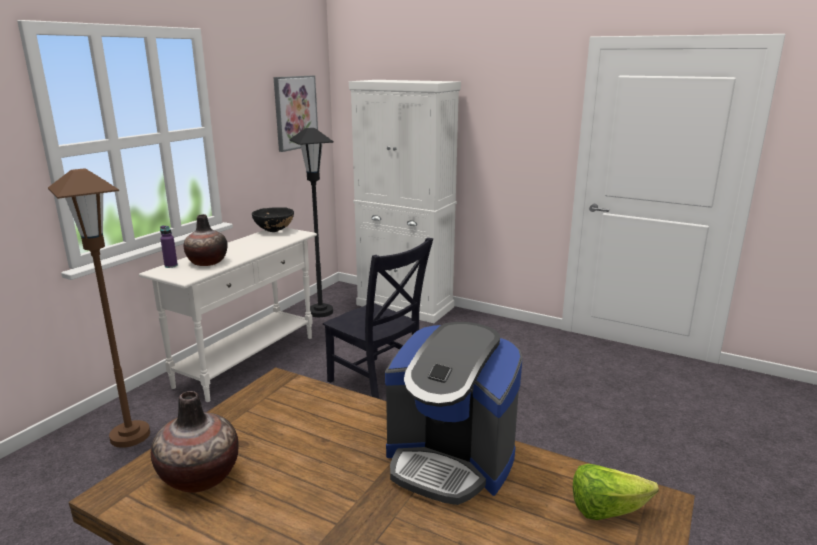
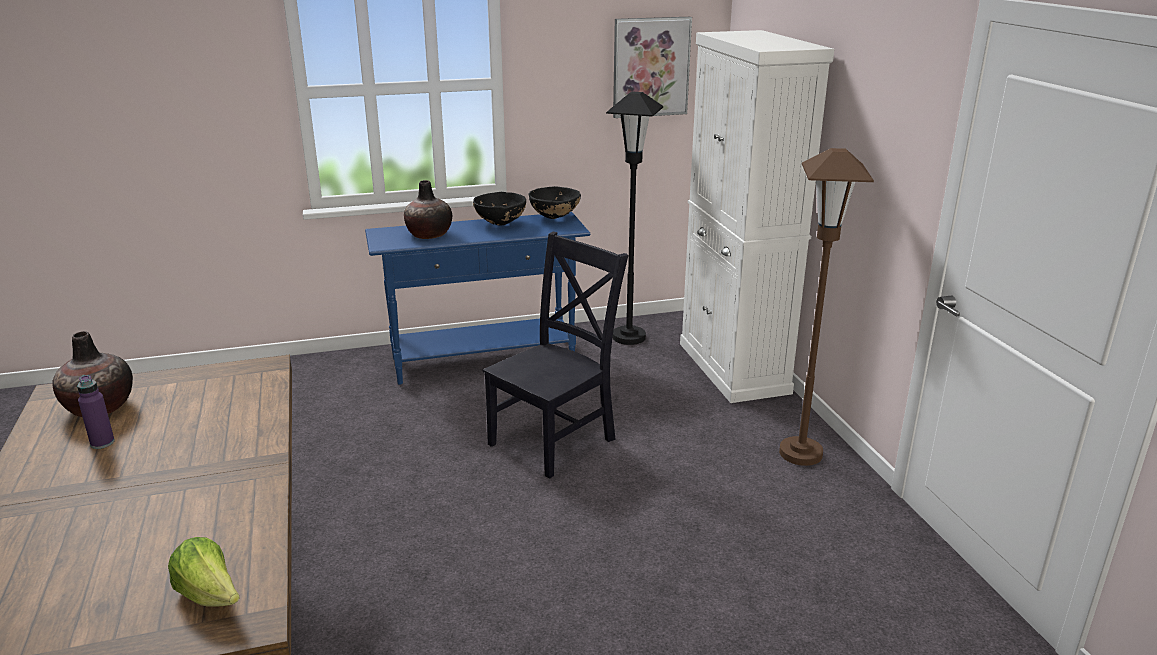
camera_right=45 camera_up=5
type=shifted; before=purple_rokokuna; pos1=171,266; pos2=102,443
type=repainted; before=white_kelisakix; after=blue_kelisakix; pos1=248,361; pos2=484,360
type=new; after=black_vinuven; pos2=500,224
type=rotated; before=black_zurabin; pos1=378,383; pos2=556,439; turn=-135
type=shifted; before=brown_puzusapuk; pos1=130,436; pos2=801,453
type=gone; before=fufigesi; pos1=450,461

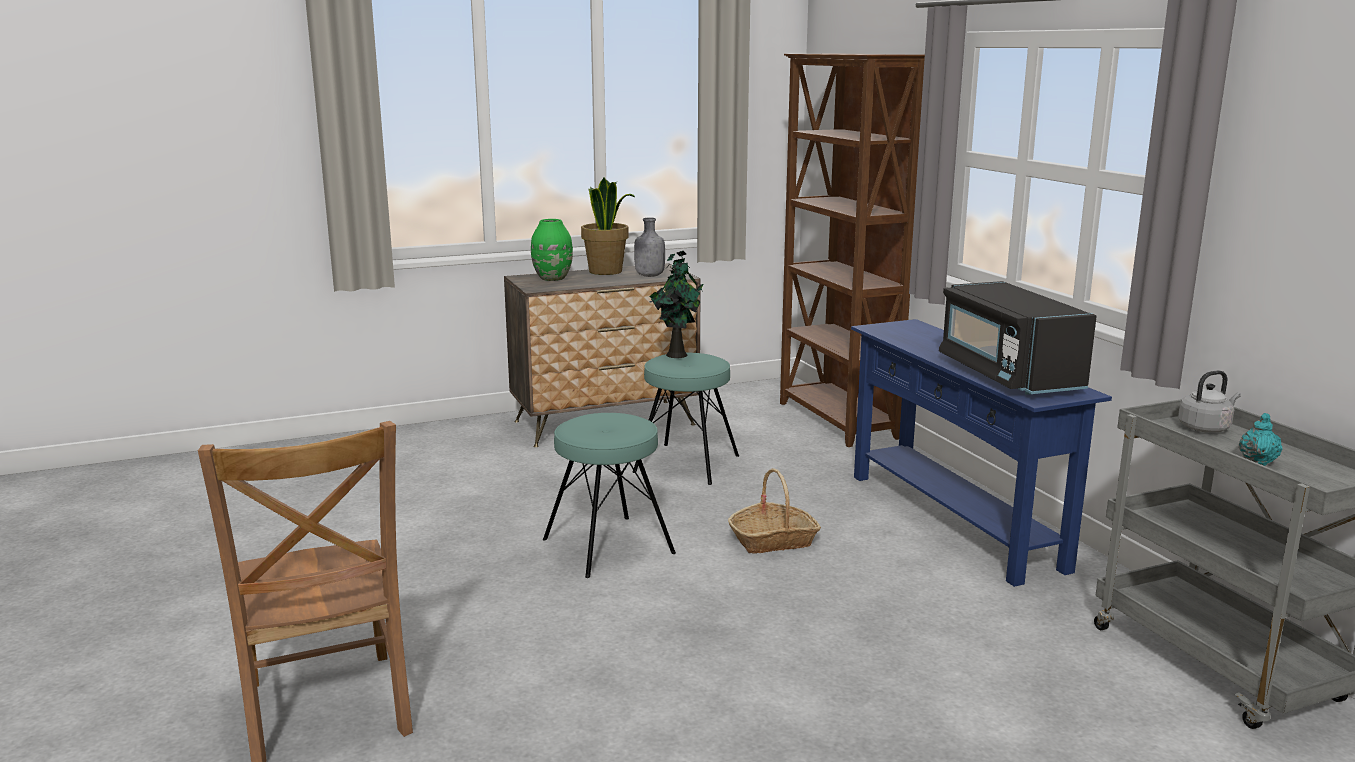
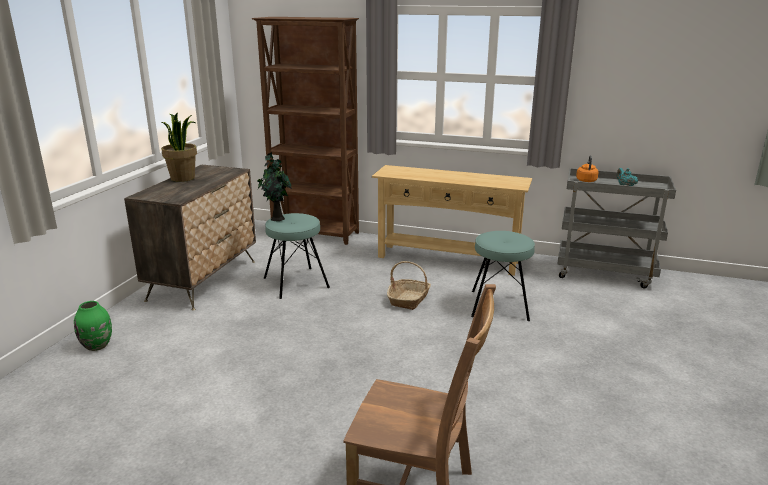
camera_right=-50 camera_up=5
type=shifted; before=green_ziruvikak; pos1=553,278; pos2=97,346
type=repainted; before=blue_kelisakix; after=beige_kelisakix; pos1=954,520; pos2=448,259
type=shifted; before=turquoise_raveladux; pos1=608,546; pos2=499,305
type=repainted; before=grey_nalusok; after=orange_nalusok; pos1=1206,428; pos2=586,180
type=gone; before=grey_rokokuna; pos1=649,276
type=gone; before=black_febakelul; pos1=1007,374

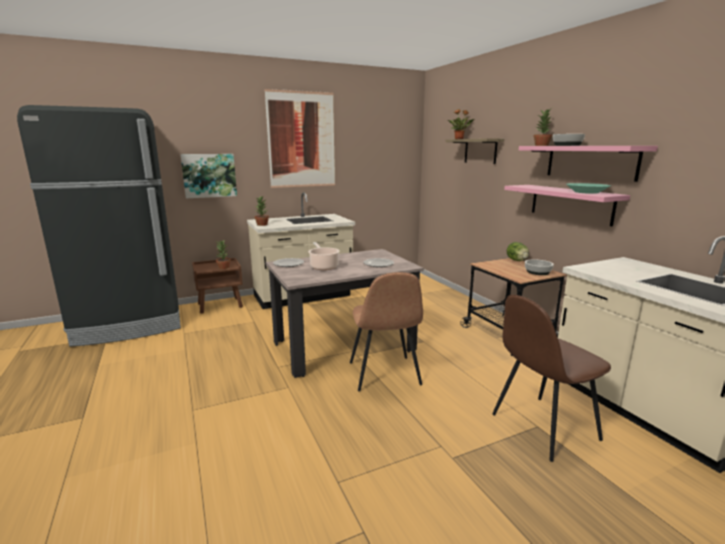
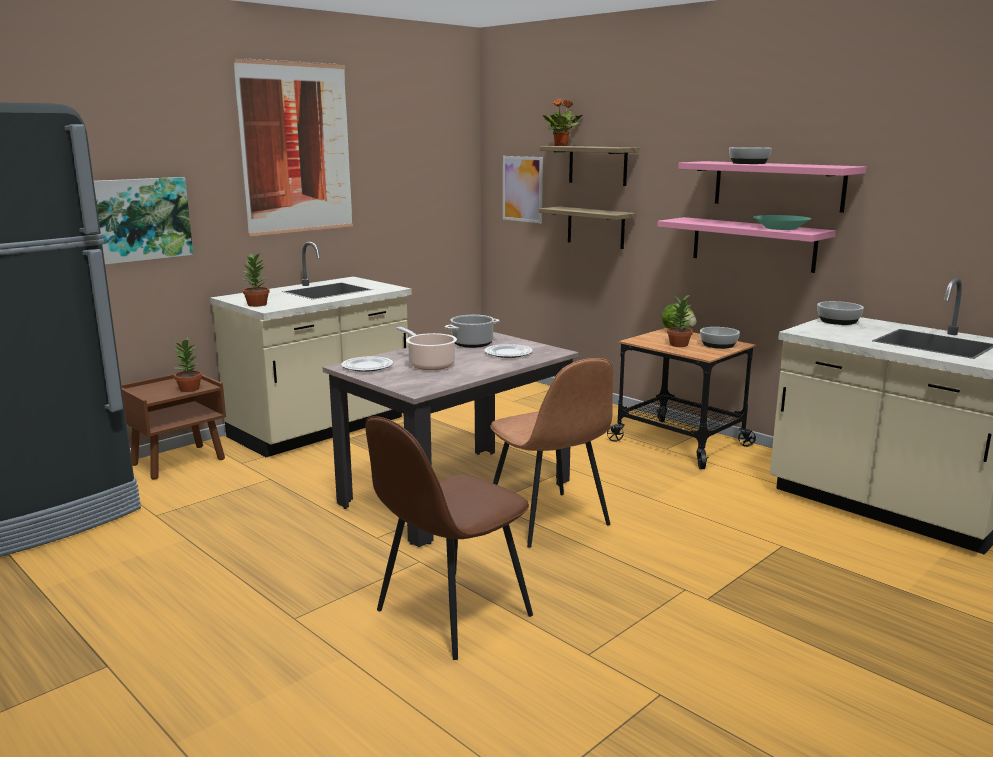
camera_right=-20 camera_up=0
type=shifted; before=brown_zurabin; pos1=542,427; pos2=450,614
type=new; after=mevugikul; pos2=472,343
type=new; after=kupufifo; pos2=522,189
type=new; after=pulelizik; pos2=595,227
type=shifted; before=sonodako; pos1=541,145; pos2=679,345
type=new; after=vinuven; pos2=837,321

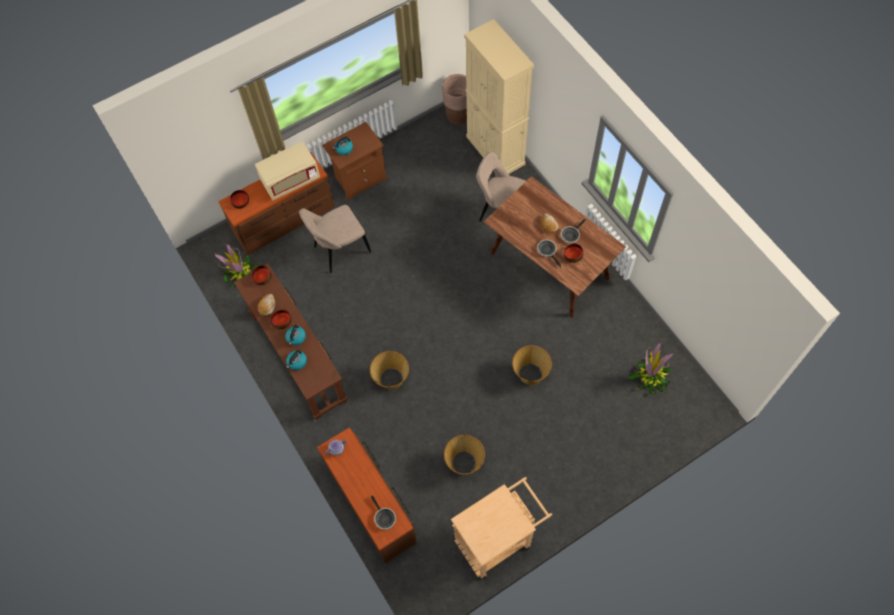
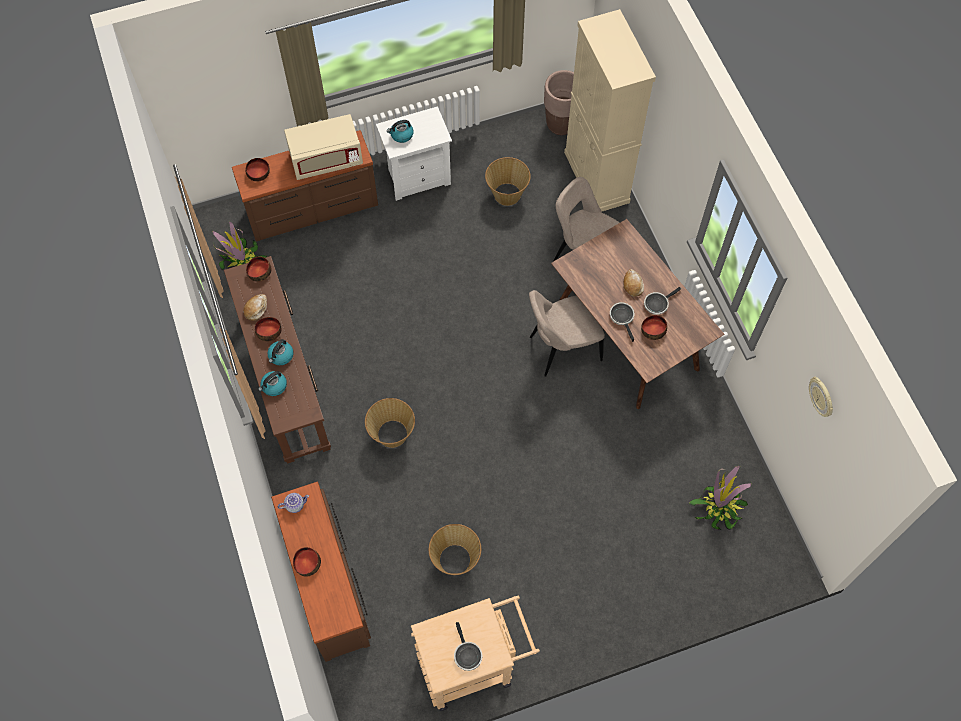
camera_right=10 camera_up=0
type=new; after=vinuven; pos2=307,563
type=repainted; before=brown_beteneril; after=white_beteneril; pos1=359,179; pos2=417,177
type=shifted; before=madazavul; pos1=384,517; pos2=466,654
type=shifted; before=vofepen; pos1=530,373; pos2=507,193
type=shifted; before=beige_zurabin; pos1=339,250; pos2=562,349
type=new; after=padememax; pos2=821,397

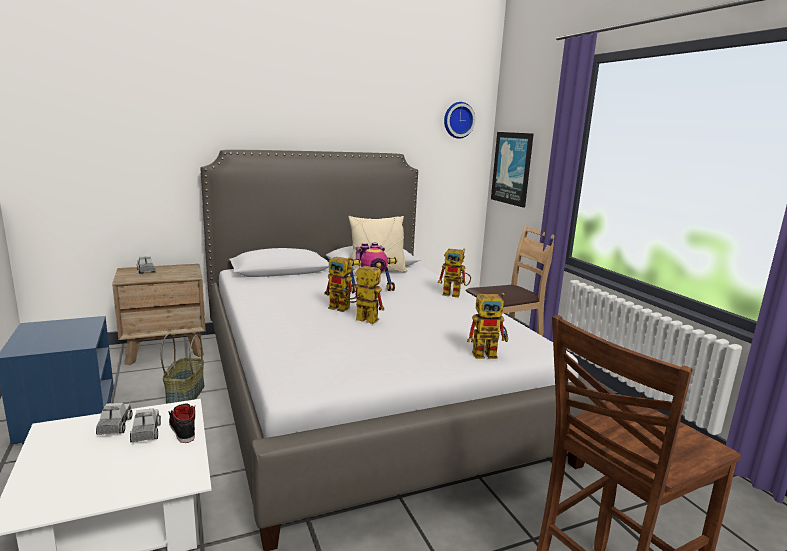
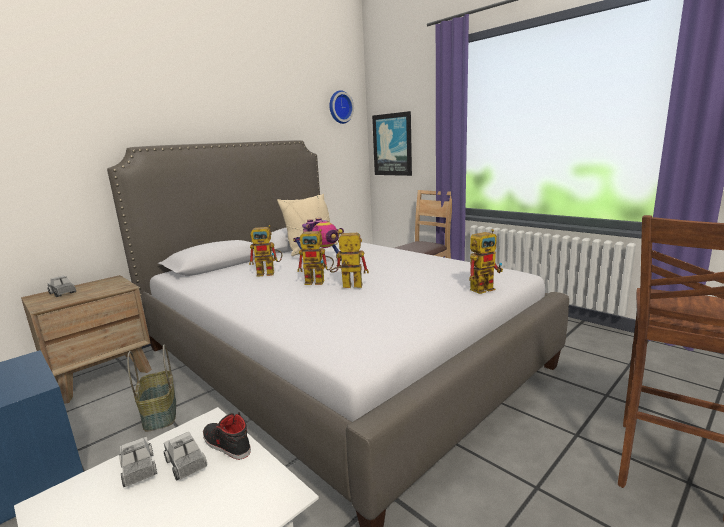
camera_right=-20 camera_up=0
type=shifted; before=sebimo; pos1=455,294; pos2=270,273

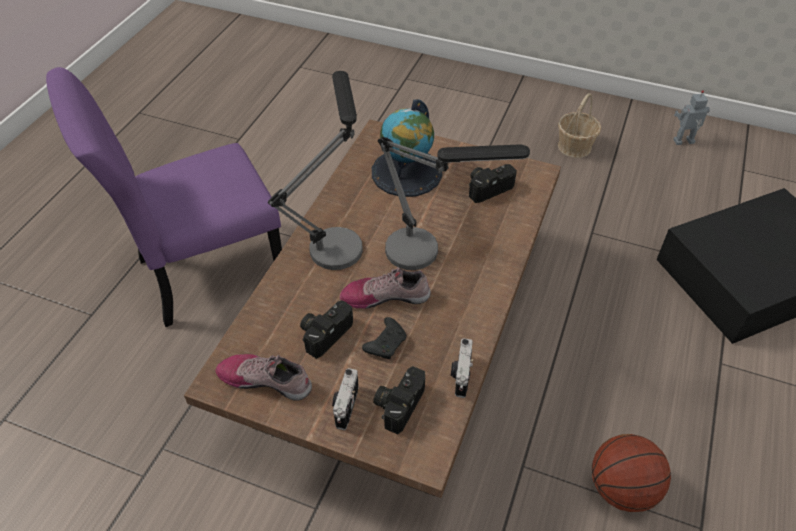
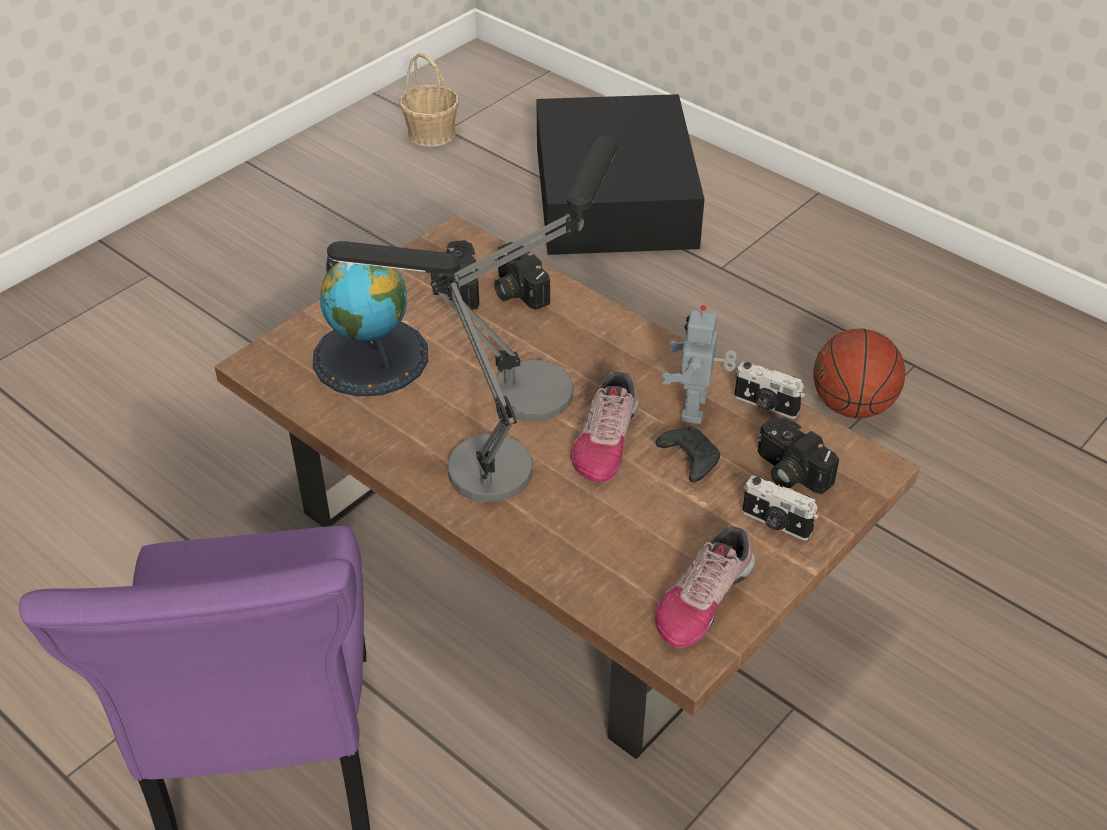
camera_right=-70 camera_up=-5
type=shifted; before=vofepen; pos1=574,146; pos2=431,133
type=shifted; before=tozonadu; pos1=325,332; pos2=516,290
type=shifted; before=sebimo; pos1=684,142; pos2=696,409

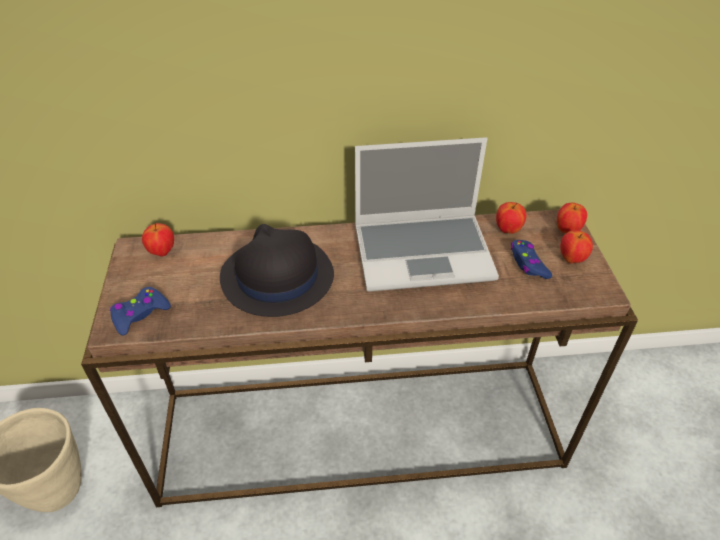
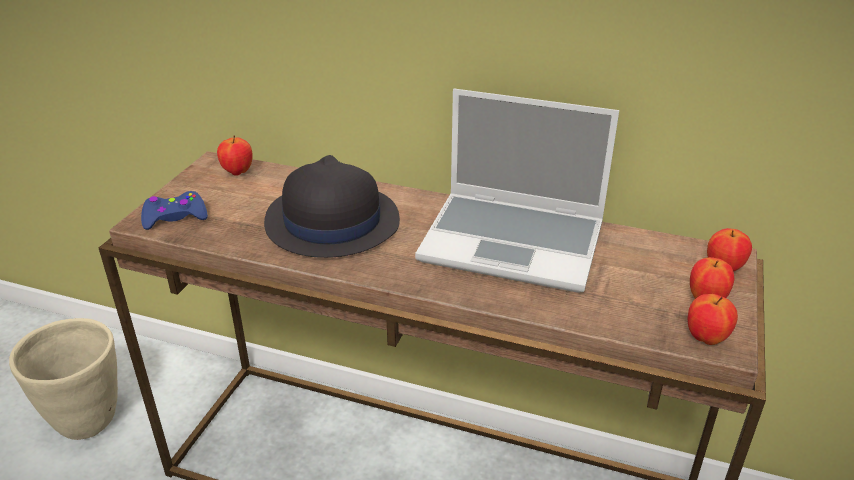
camera_right=25 camera_up=-10
type=shifted; before=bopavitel; pos1=508,230; pos2=706,338
type=gone; before=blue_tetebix; pos1=528,264

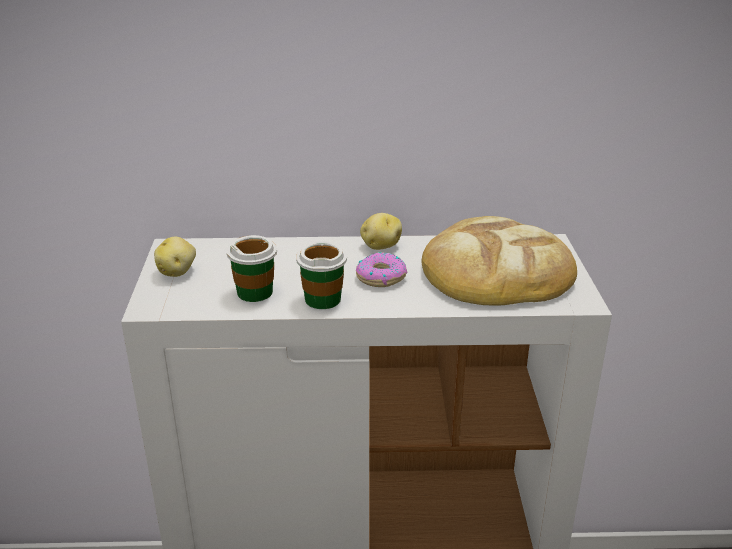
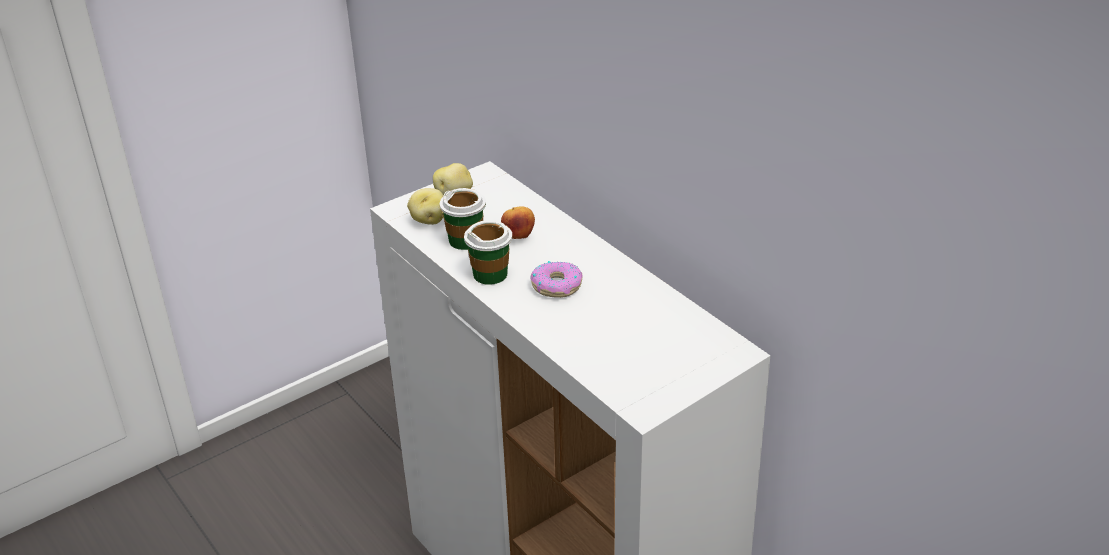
camera_right=55 camera_up=5
type=shifted; before=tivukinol; pos1=380,246; pos2=429,220
type=new; after=bopavitel; pos2=518,236
type=gone; before=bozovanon; pos1=495,271

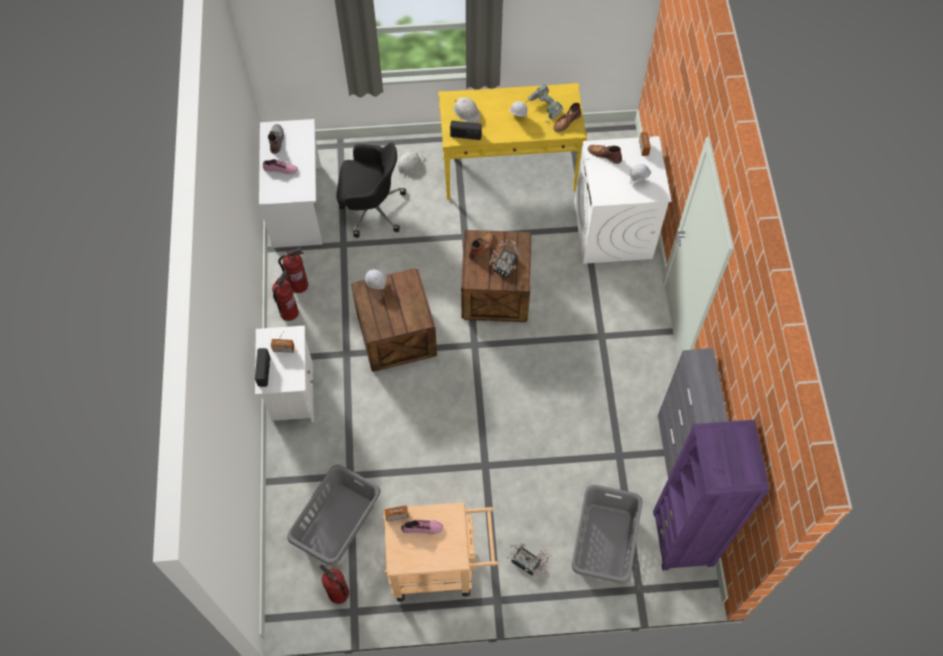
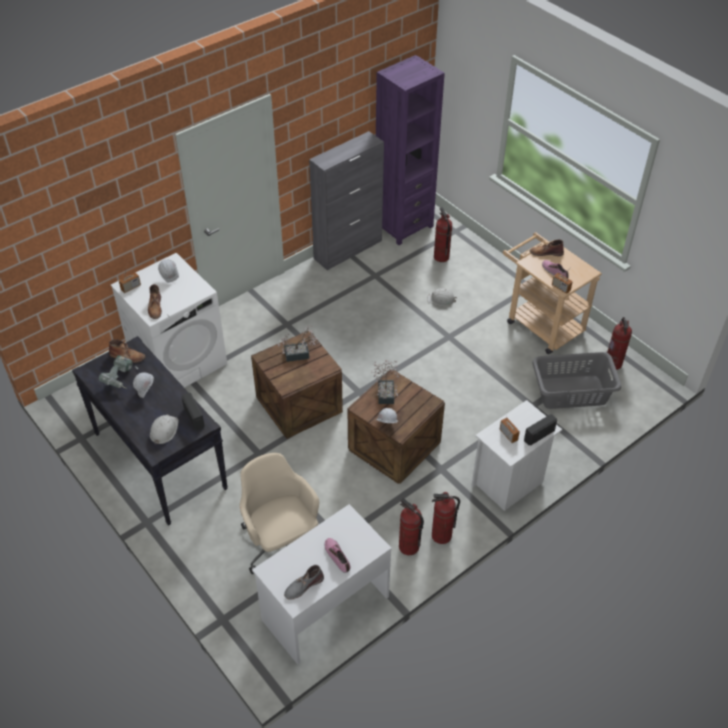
camera_right=-125 camera_up=-15
type=repainted; before=yellow_kelisakix; after=black_kelisakix; pos1=509,169; pos2=159,460
type=repainted; before=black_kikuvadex; after=beige_kikuvadex; pos1=371,208; pos2=281,543
type=shifted; before=sonodako; pos1=528,564; pos2=386,392
type=shifted; before=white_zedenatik; pos1=410,163; pos2=441,299
type=swapped; before=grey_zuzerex; after=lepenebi; pos1=604,541; pos2=441,257
type=shifted; before=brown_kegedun; pos1=482,247; pos2=546,252

